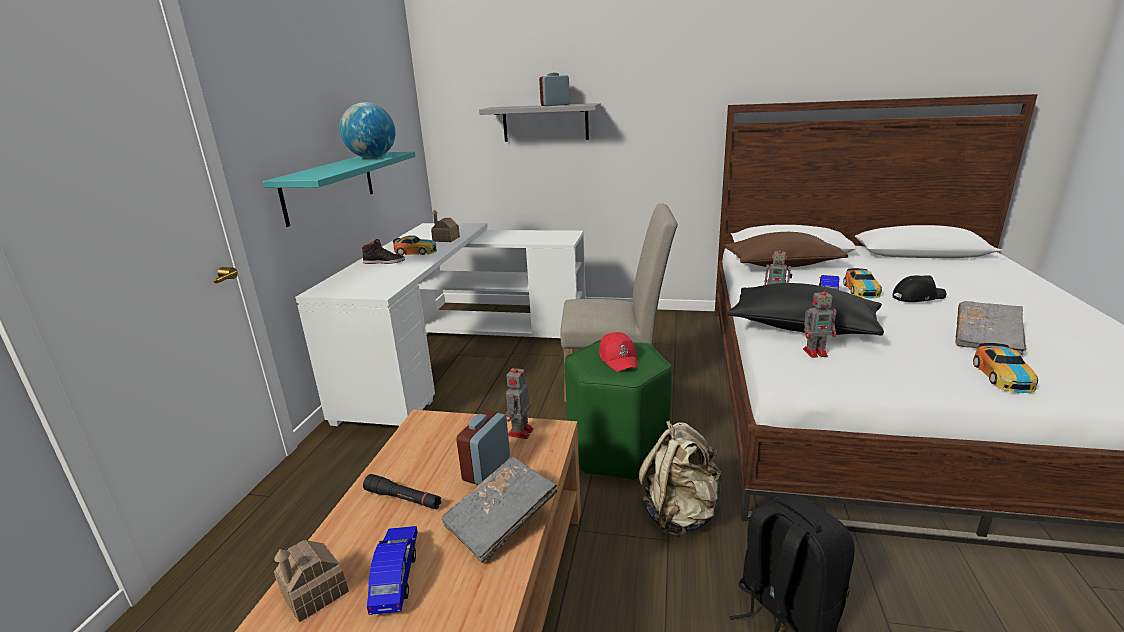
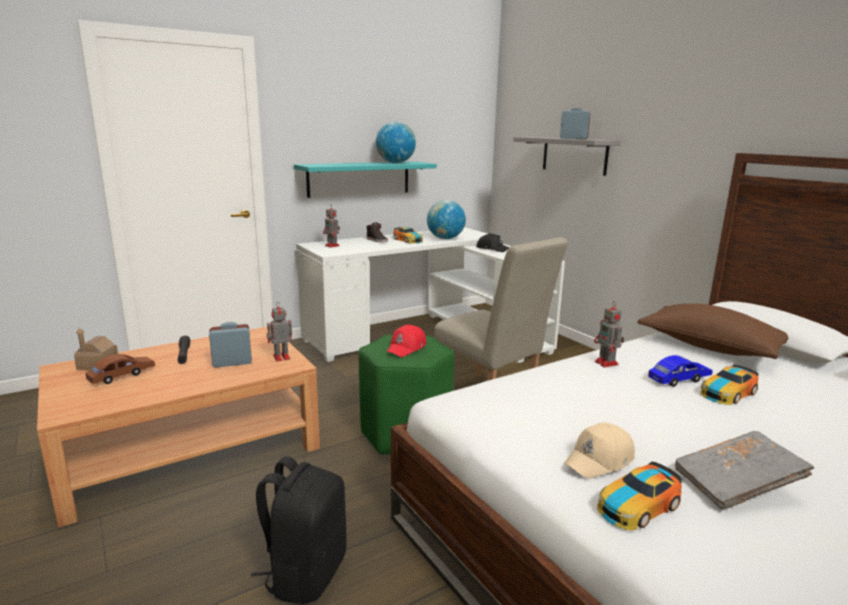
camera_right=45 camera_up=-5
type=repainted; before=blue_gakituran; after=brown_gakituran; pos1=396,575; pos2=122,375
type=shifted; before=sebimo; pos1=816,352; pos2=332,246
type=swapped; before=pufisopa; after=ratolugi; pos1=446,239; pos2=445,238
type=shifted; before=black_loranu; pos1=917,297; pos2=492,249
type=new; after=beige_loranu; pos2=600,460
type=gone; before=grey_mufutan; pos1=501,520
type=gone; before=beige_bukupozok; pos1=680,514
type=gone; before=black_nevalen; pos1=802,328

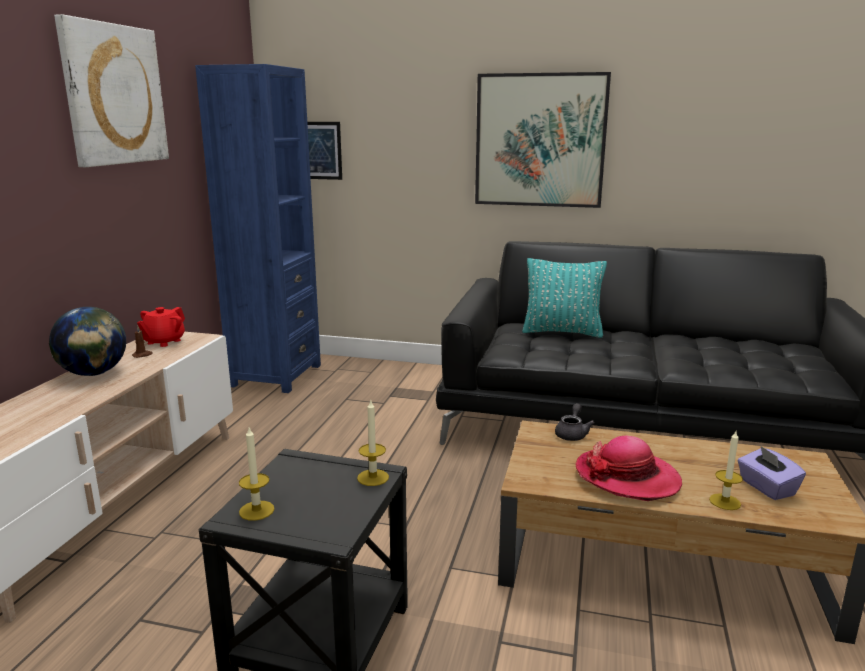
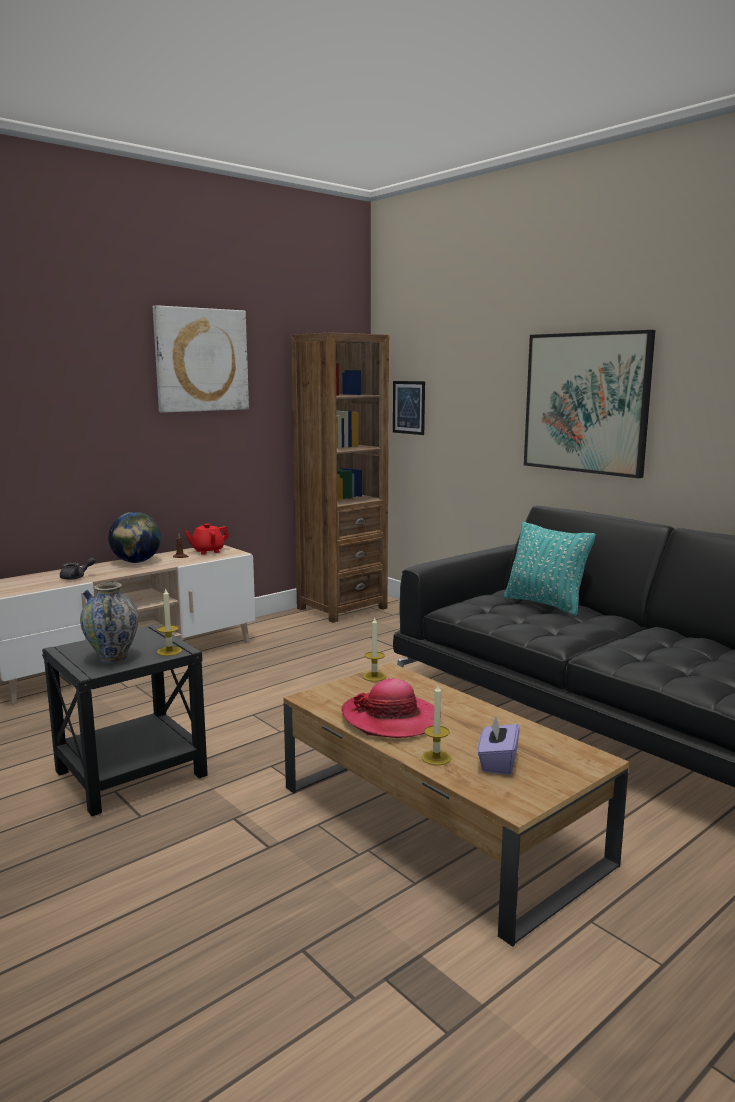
camera_right=35 camera_up=-5
type=shifted; before=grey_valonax; pos1=572,434; pos2=76,577
type=new; after=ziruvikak; pos2=113,658
type=repainted; before=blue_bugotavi; after=brown_bugotavi; pos1=275,375; pos2=342,608
type=shifted; before=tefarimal; pos1=256,510; pos2=374,676

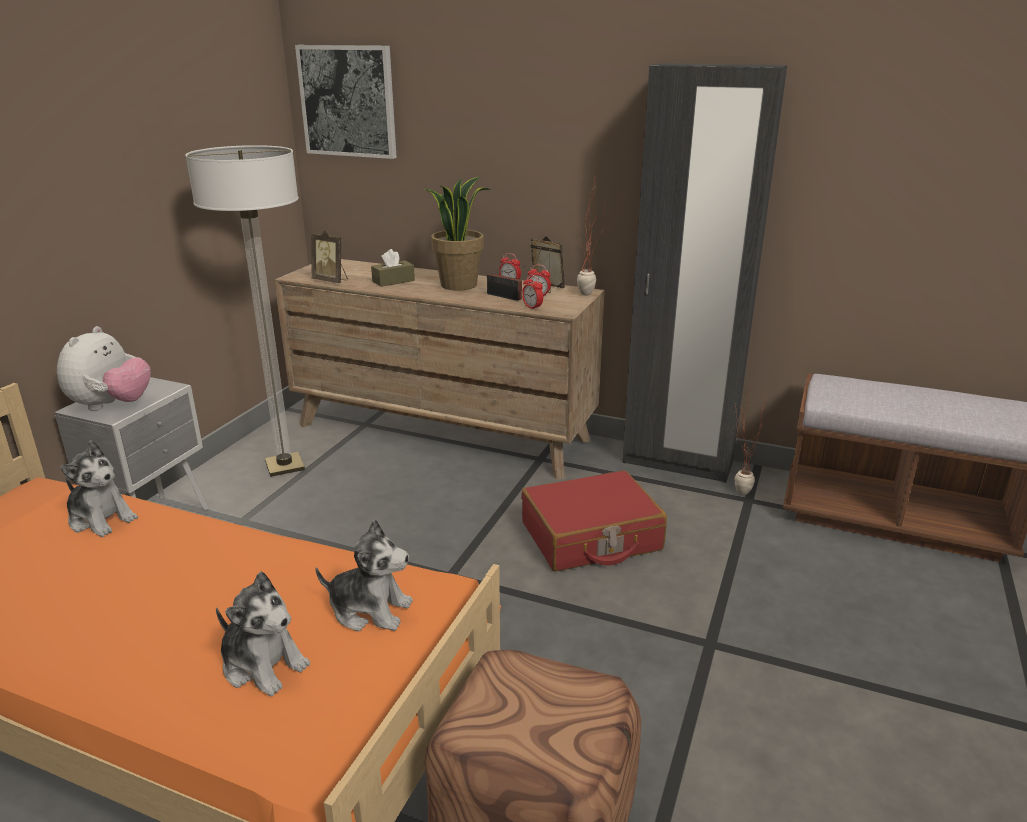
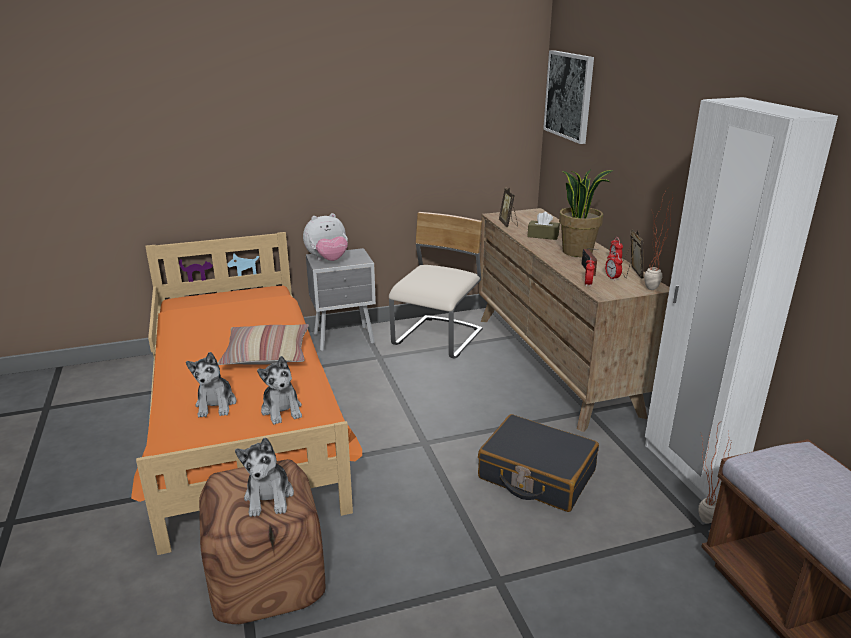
camera_right=50 camera_up=0
type=new; after=nevalen; pos2=267,354
type=shifted; before=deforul; pos1=101,519; pos2=269,497
type=swapped; before=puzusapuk; after=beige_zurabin; pos1=285,466; pos2=438,339
type=repainted; before=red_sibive; after=black_sibive; pos1=591,537; pos2=536,475
type=repainted; before=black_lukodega; after=white_lukodega; pos1=677,463; pos2=689,470

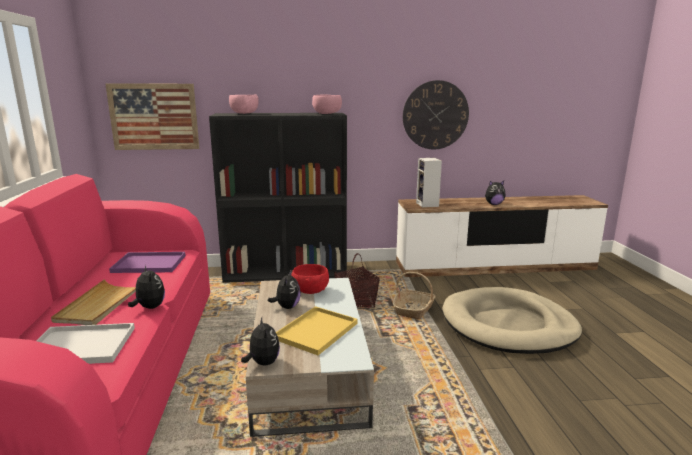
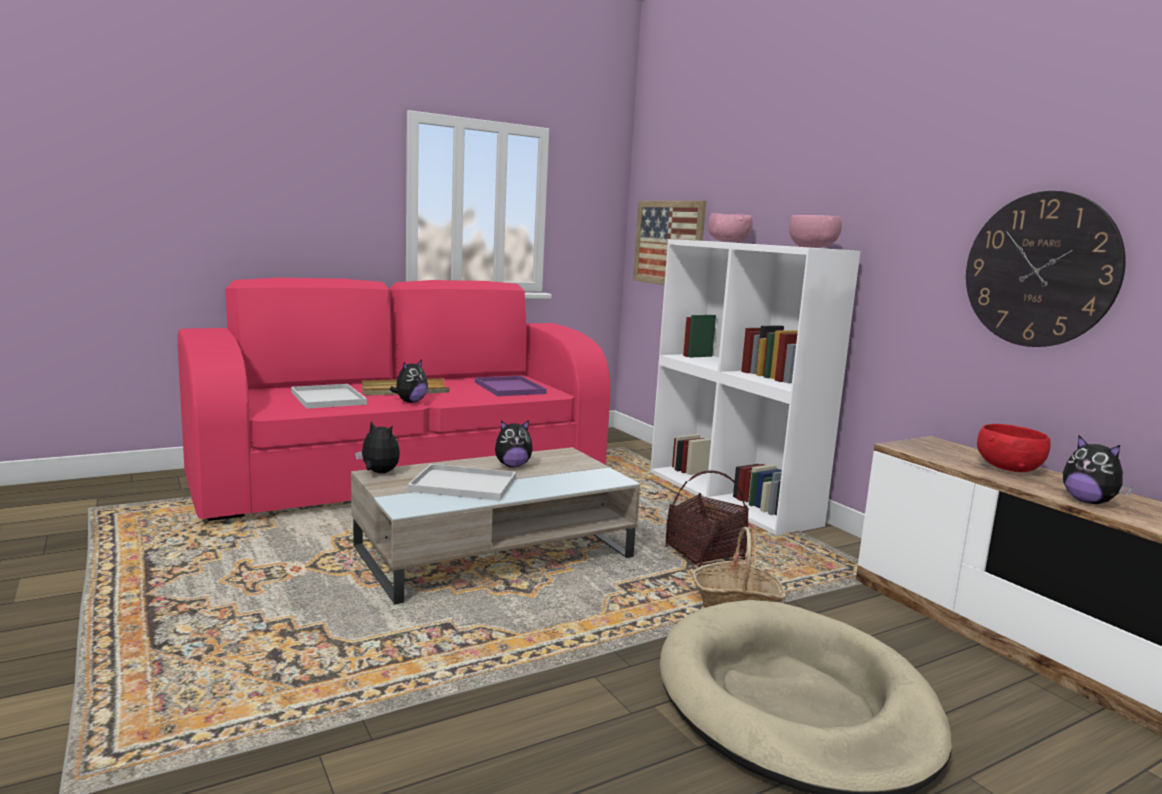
camera_right=65 camera_up=-5
type=rotated; before=deforul; pos1=262,363; pos2=378,473; turn=-105
type=repainted; before=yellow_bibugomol; after=white_bibugomol; pos1=316,332; pos2=461,484
type=repainted; before=black_bugotavi; after=white_bugotavi; pos1=286,272; pos2=732,498
type=shifted; before=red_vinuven; pos1=310,291; pos2=1007,468
type=gone; before=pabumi; pos1=428,205

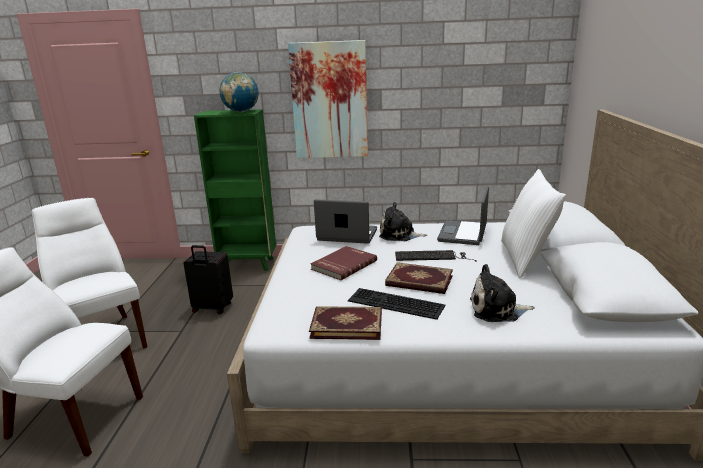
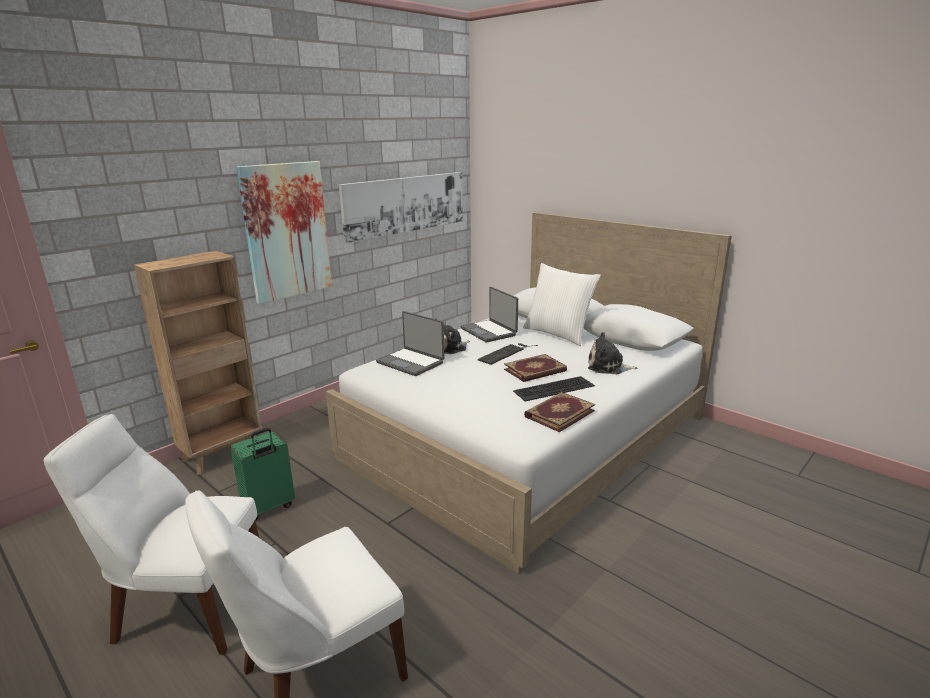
camera_right=-50 camera_up=0
type=repainted; before=green_bugotavi; after=brown_bugotavi; pos1=248,265; pos2=223,454
type=repainted; before=black_sibive; after=green_sibive; pos1=212,308; pos2=268,508
type=new; after=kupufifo; pos2=406,204
type=rotated; before=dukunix; pos1=347,235; pos2=411,362; turn=-105
type=rotated; before=deforul; pos1=497,310; pos2=608,367; turn=60
type=gone; before=ratolugi; pos1=241,111
type=gone; before=red_mufutan; pos1=343,265

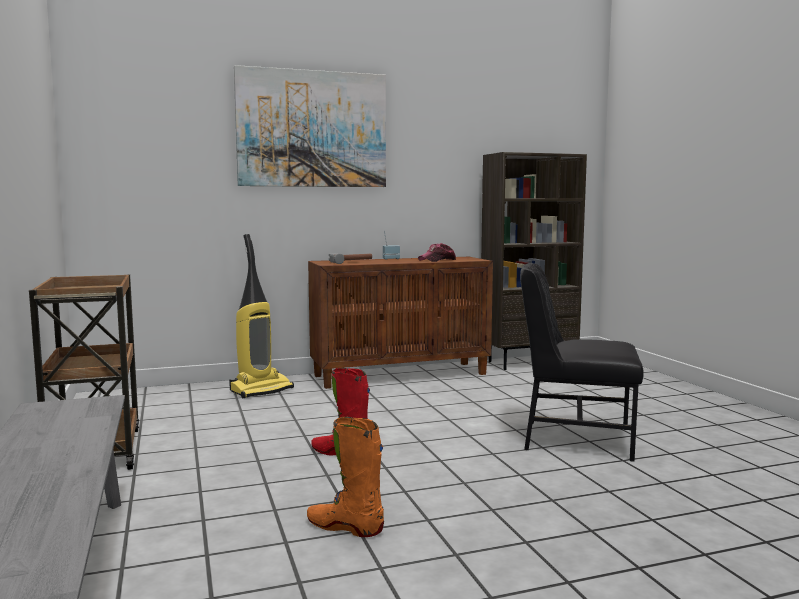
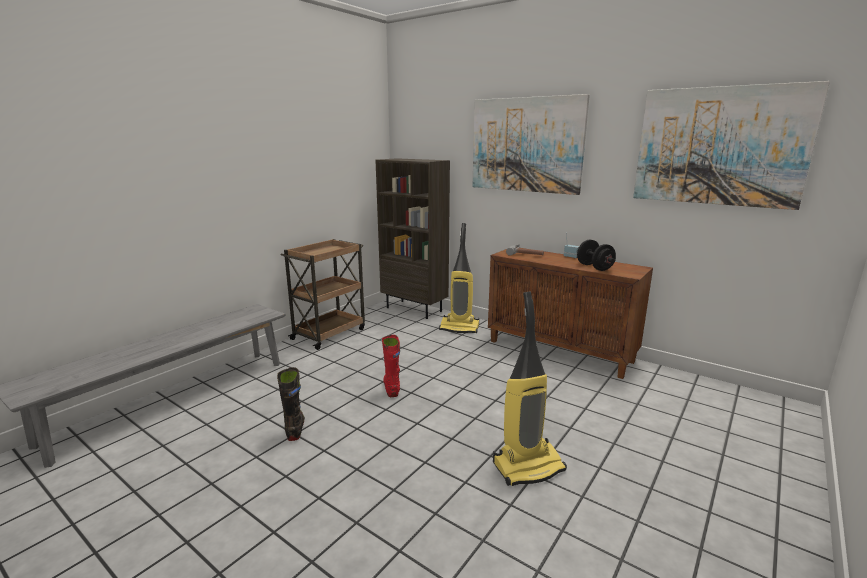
camera_right=55 camera_up=10
type=repainted; before=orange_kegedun; after=black_kegedun; pos1=345,527; pos2=295,428
type=shifted; before=brown_bugotavi; pos1=528,362; pos2=414,309
type=swapped; before=black_zurabin; after=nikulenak; pos1=575,439; pos2=528,466
type=swapped; before=loranu; after=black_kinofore; pos1=437,260; pos2=594,267
type=new; after=kupufifo; pos2=719,146

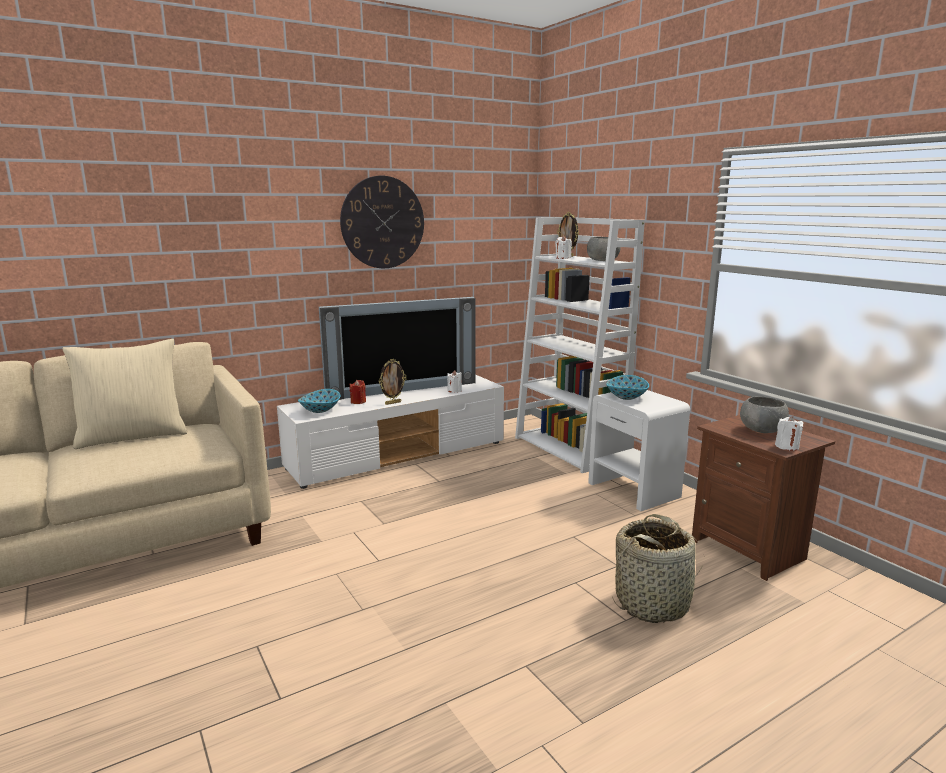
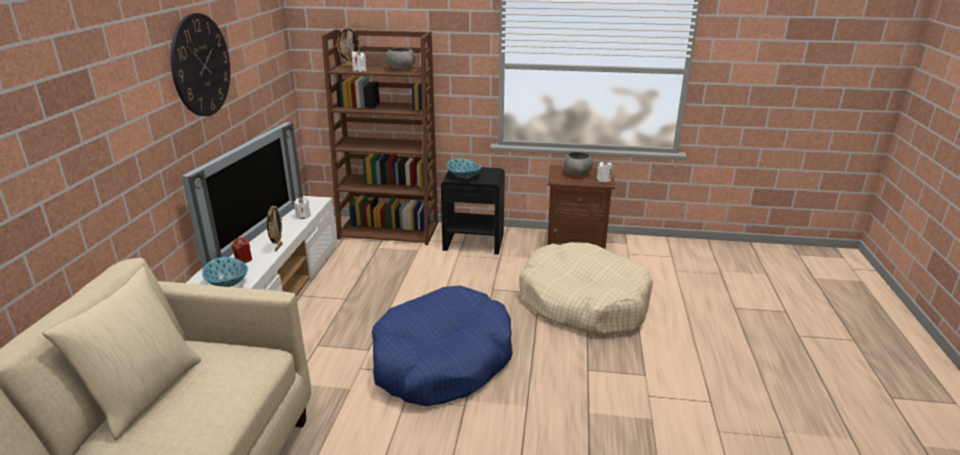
camera_right=-50 camera_up=10
type=repainted; before=white_bugotavi; after=brown_bugotavi; pos1=570,449; pos2=390,230
type=new; after=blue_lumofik; pos2=442,361
type=repainted; before=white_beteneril; after=black_beteneril; pos1=634,490; pos2=474,242
type=swapped; before=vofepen; after=beige_lumofik; pos1=653,603; pos2=583,302

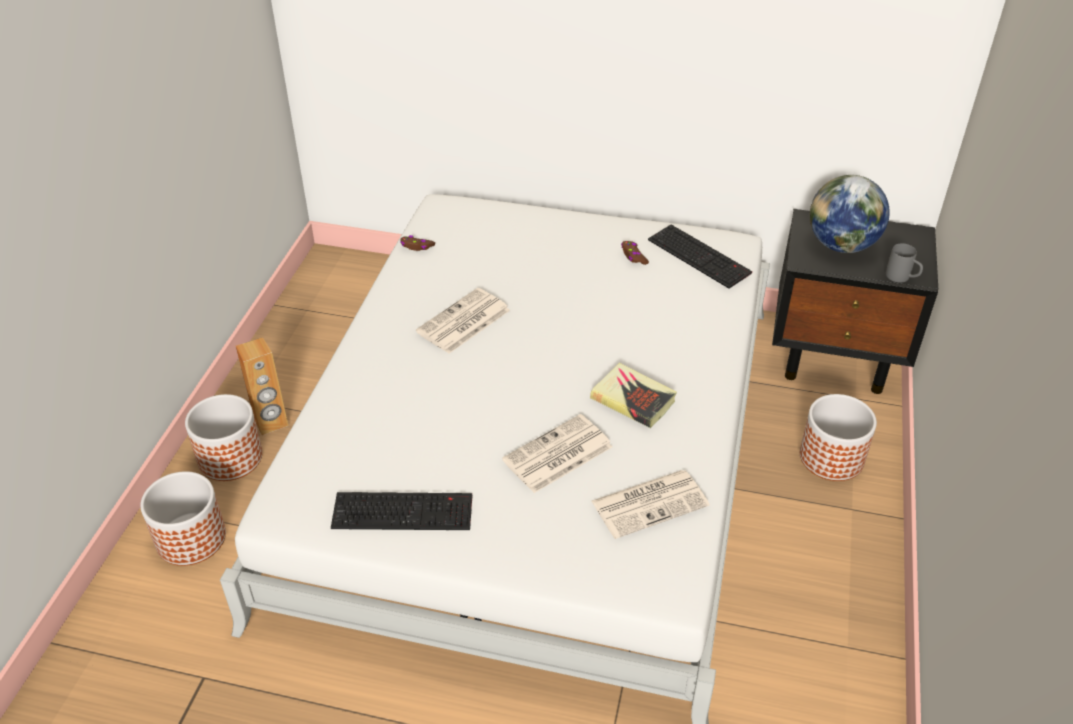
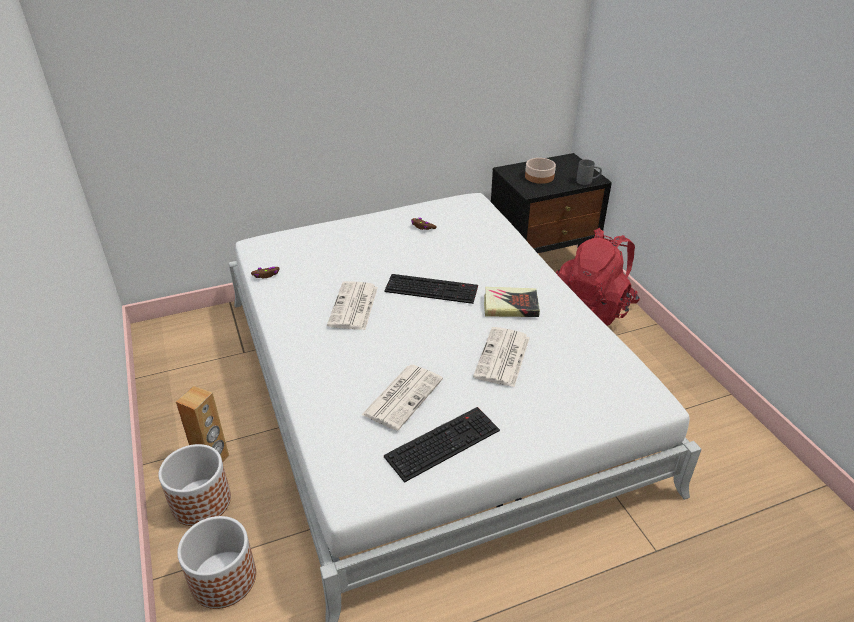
camera_right=-35 camera_up=-5
type=shifted; before=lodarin; pos1=650,503; pos2=403,396
type=shifted; before=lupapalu; pos1=701,256; pos2=432,288
type=swapped; before=ratolugi; after=vinuven; pos1=841,245; pos2=539,177
type=swapped; before=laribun; after=red_bukupozok; pos1=832,458; pos2=593,309

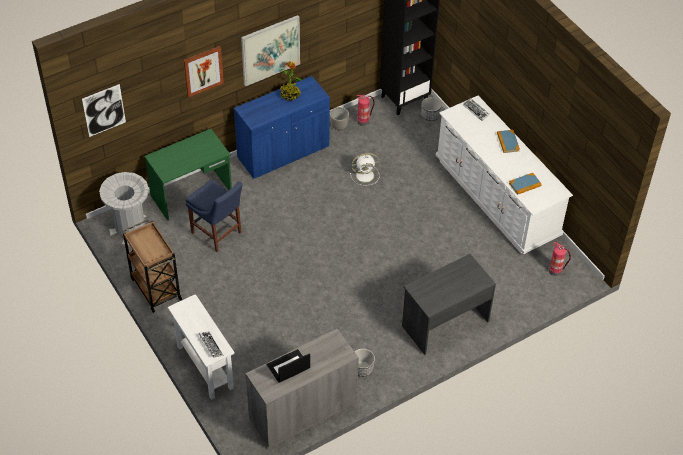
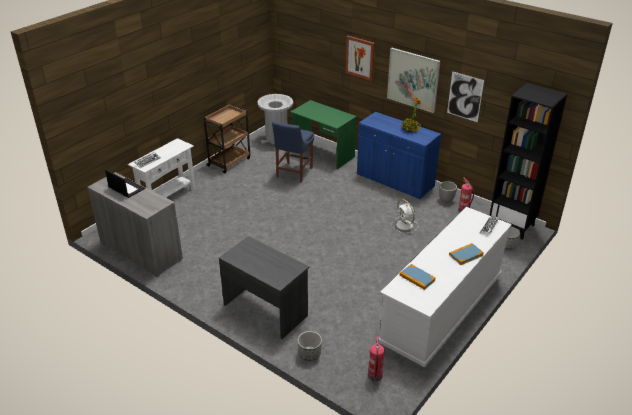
camera_right=70 camera_up=-15
type=shifted; before=laribun; pos1=362,369; pos2=309,354
type=shifted; before=kupufifo; pos1=104,110; pos2=465,96

